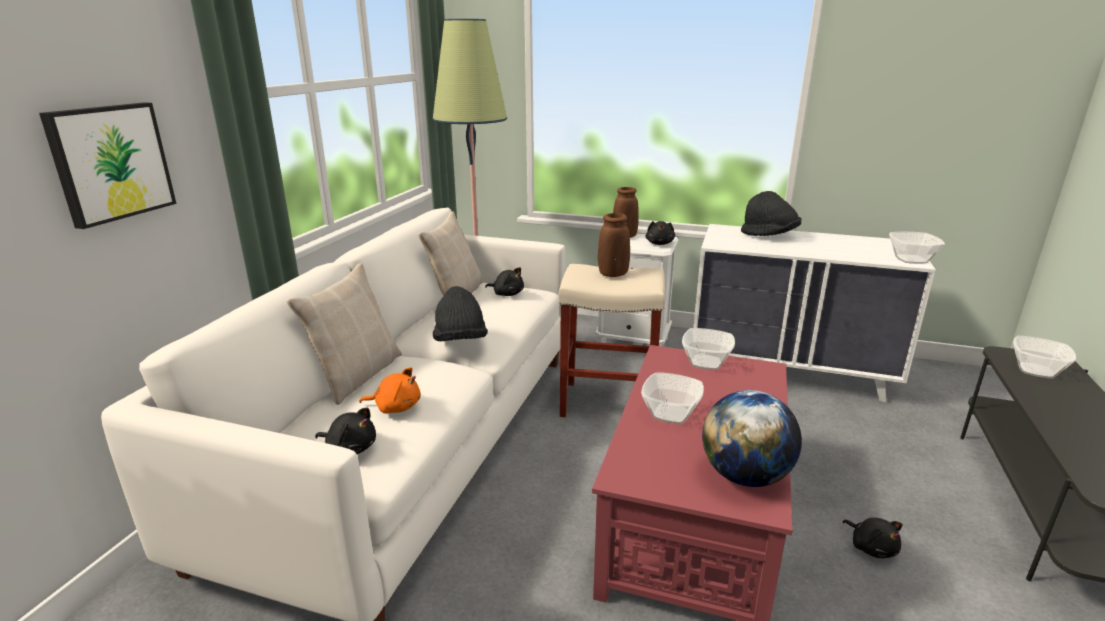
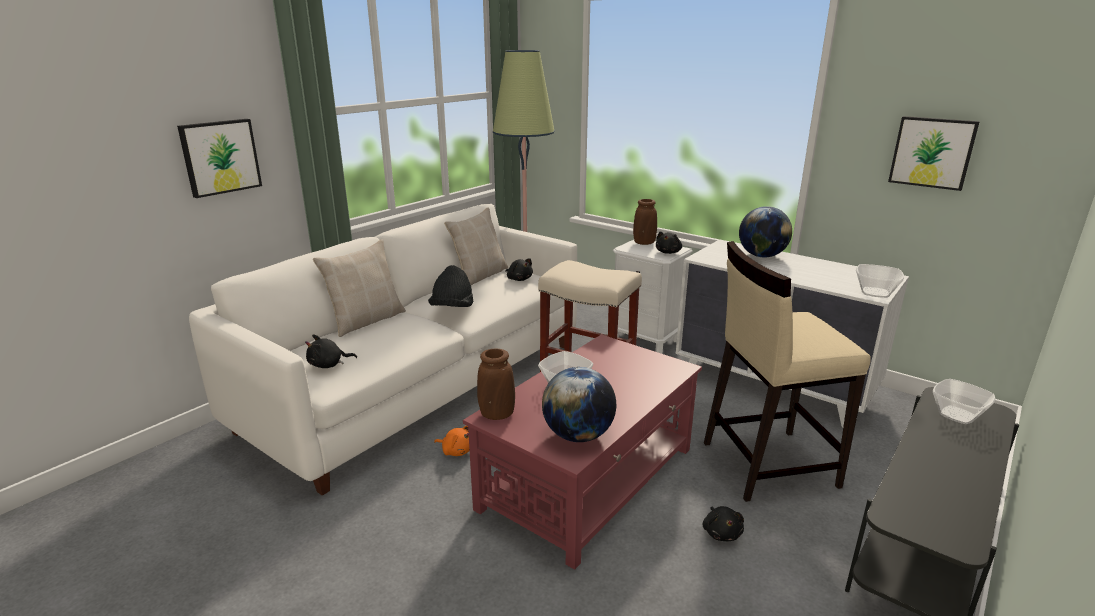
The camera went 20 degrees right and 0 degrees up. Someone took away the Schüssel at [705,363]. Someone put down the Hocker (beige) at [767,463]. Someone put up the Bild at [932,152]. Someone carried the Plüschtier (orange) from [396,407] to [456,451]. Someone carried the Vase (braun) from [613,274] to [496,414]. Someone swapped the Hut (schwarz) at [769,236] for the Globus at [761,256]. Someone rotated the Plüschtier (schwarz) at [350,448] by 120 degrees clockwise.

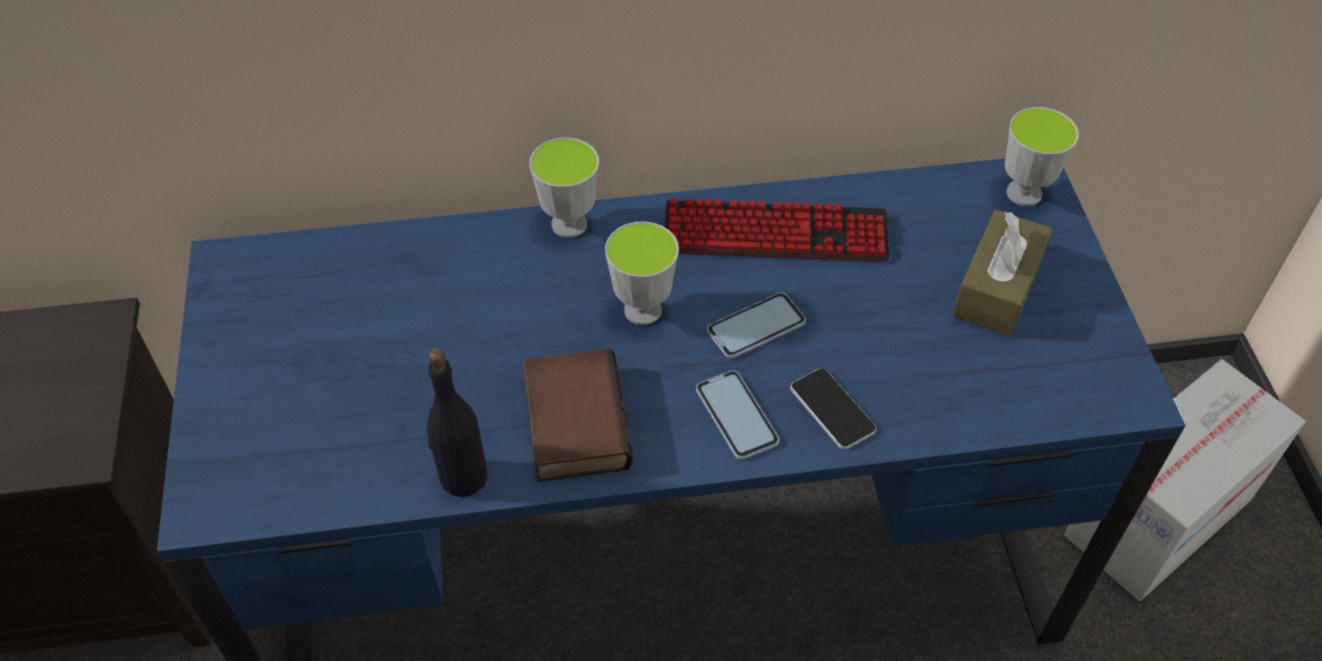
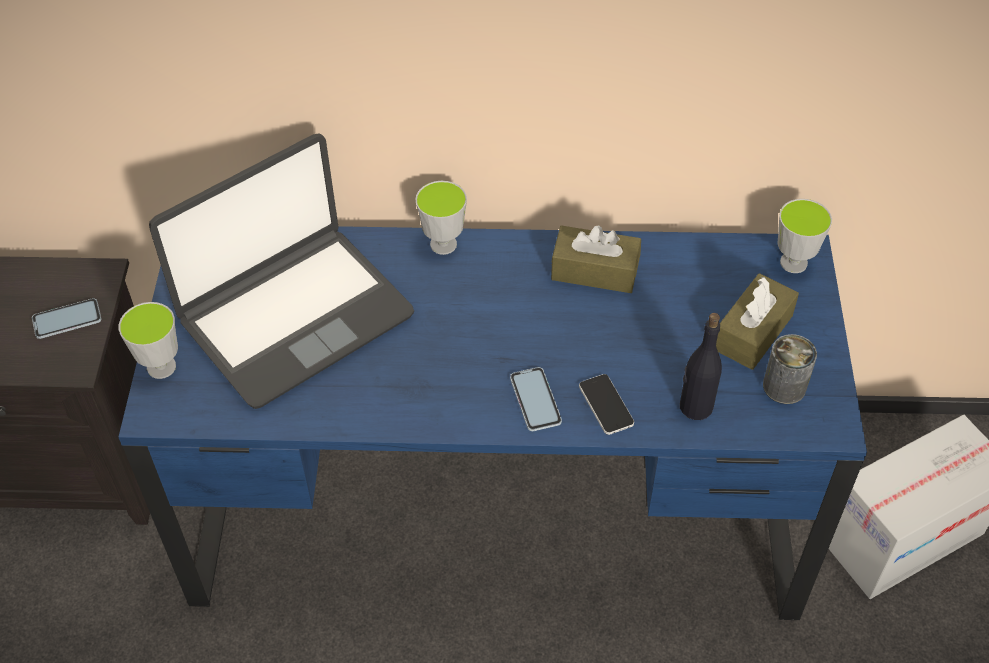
The camera went 10 degrees right and 0 degrees up. Someone took away the Buch at [572,421]. Someone put down the Laptop at [295,316]. Someone put down the Dose at [784,386]. Someone carried the Flasche (schwarz) from [463,477] to [695,406]. Someone carried the Tasse from [643,310] to [161,367]. Someone carried the Handy from [756,326] to [67,319]. Someone swapped the Tastatur at [775,234] for the Taschentuchbox (braun) at [595,271].

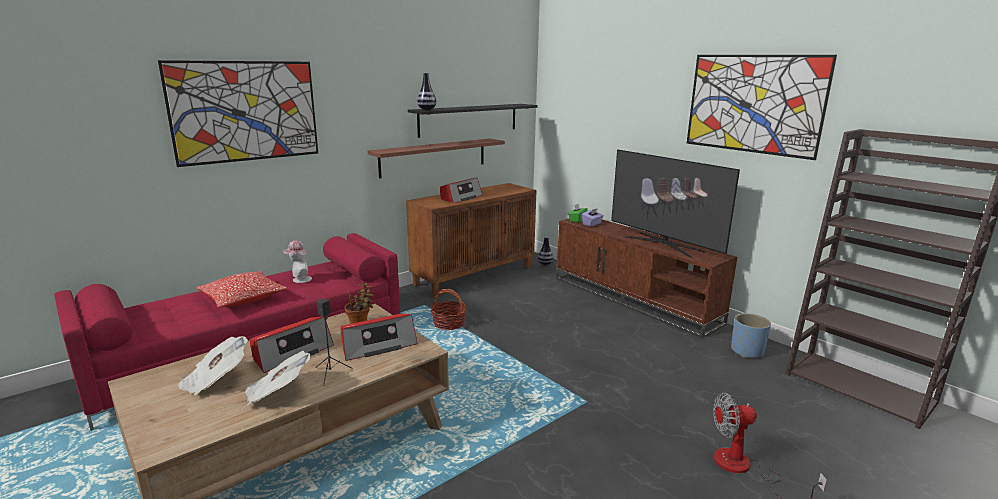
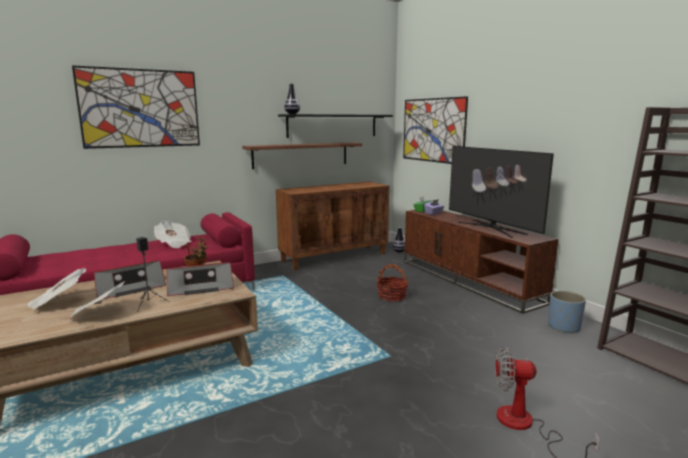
The camera went 10 degrees right and 5 degrees down. Someone took away the Kissen at [243,299]. Someone took away the Radio at [460,197]. Someone carried the Korb from [449,324] to [392,296]. Someone carried the Bild from [753,104] to [432,130]. Someone swapped the Hut at [299,280] for the Zeitung at [173,244].

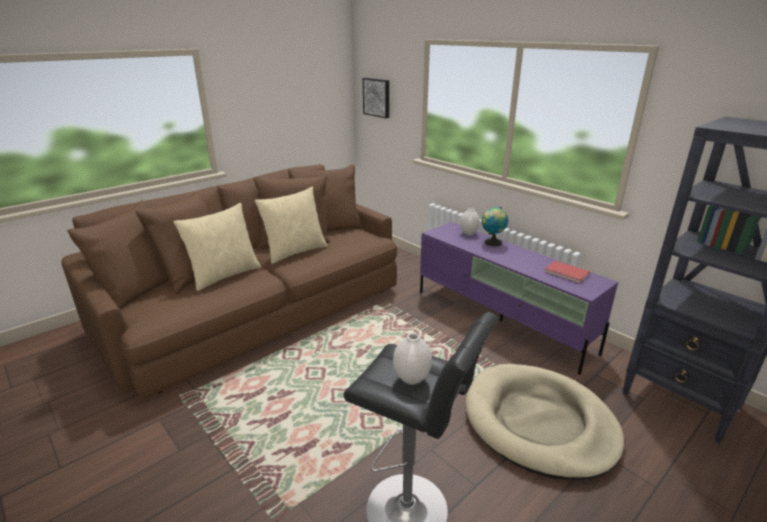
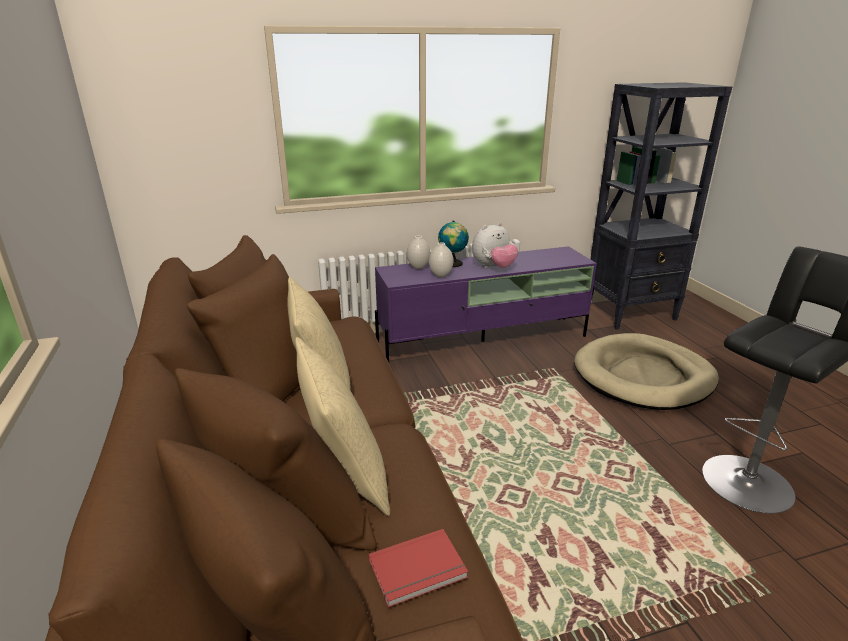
The camera went 65 degrees left and 0 degrees up. Someone took away the Bild at [377,97]. Someone put down the Plüschtier at [493,267]. Someone carried the Vase (weiß) from [412,379] to [440,275]. Someone carried the Buch (rot) from [566,273] to [419,571].

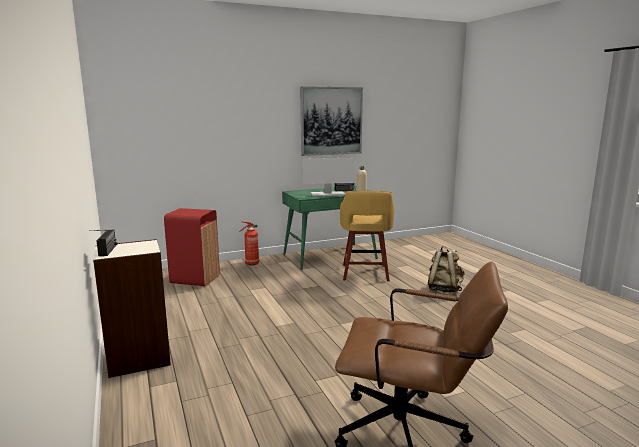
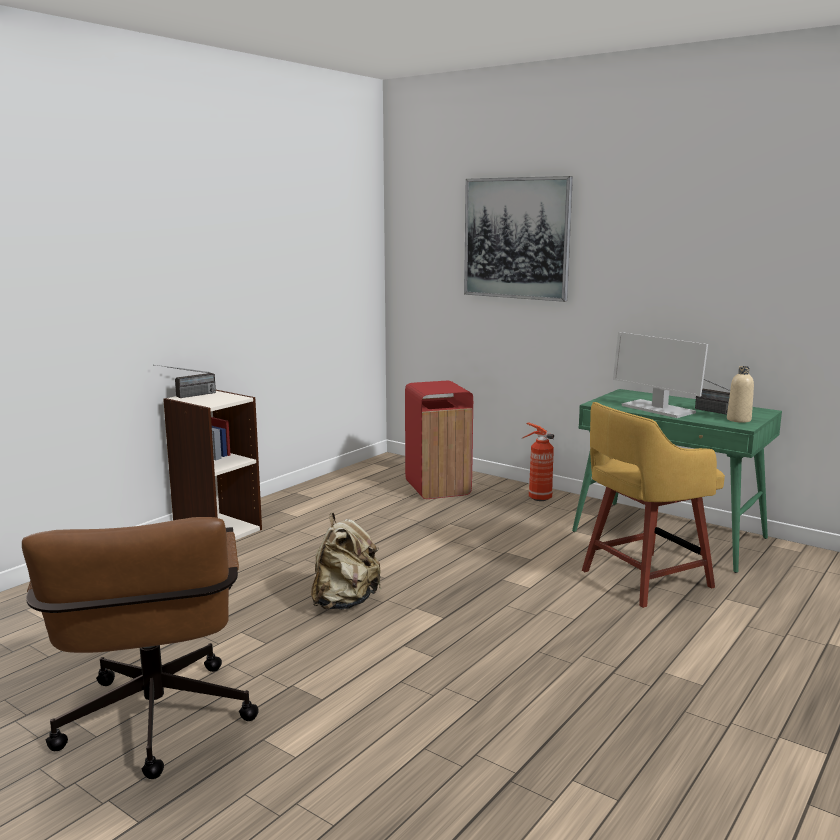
The camera went 60 degrees right and 0 degrees up. Someone carried the Bild from [331,121] to [516,238]. Someone carried the Rucksack (beige) from [444,289] to [345,602].

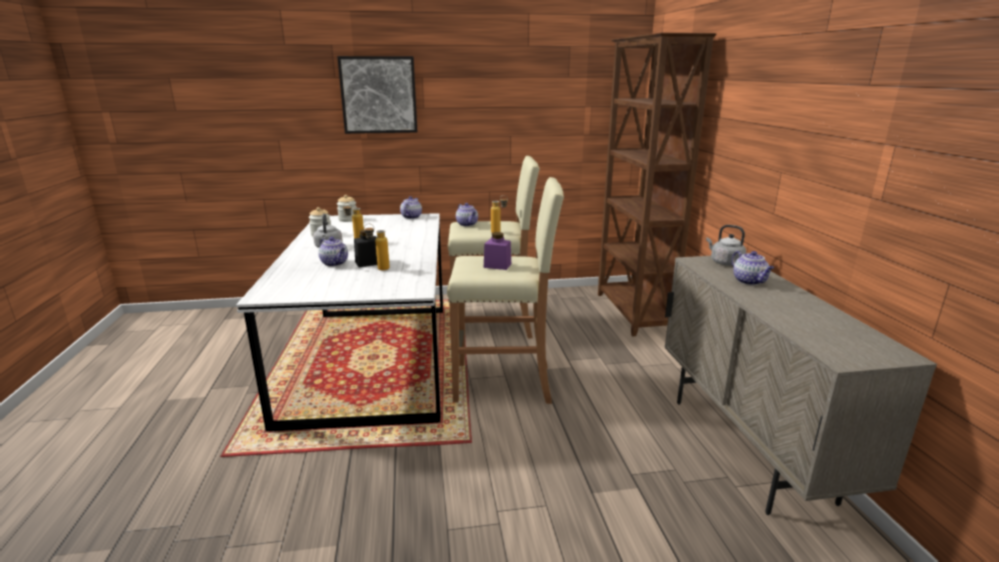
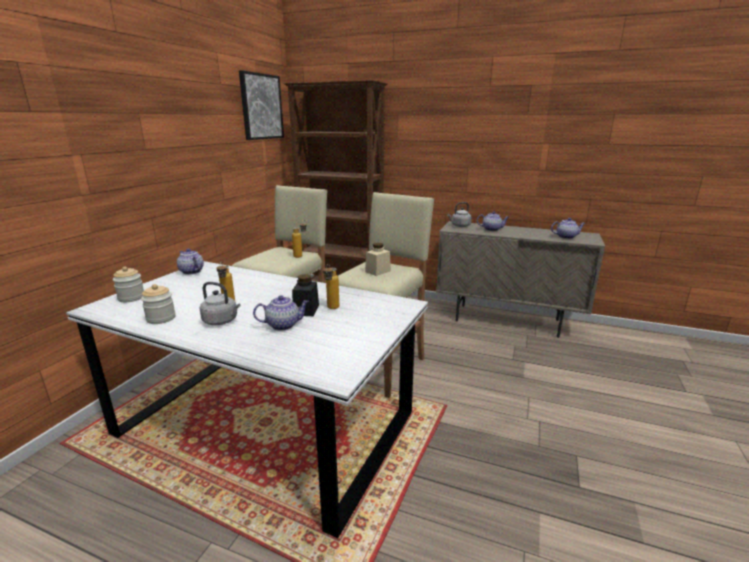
The camera went 60 degrees left and 0 degrees up. Someone carried the Bild from [378,95] to [261,107]. Someone carried the Teekanne from [467,224] to [566,237]. Someone repainted the Vorratsglas (lila) at [497,265], which became the Vorratsglas (beige) at [377,271].

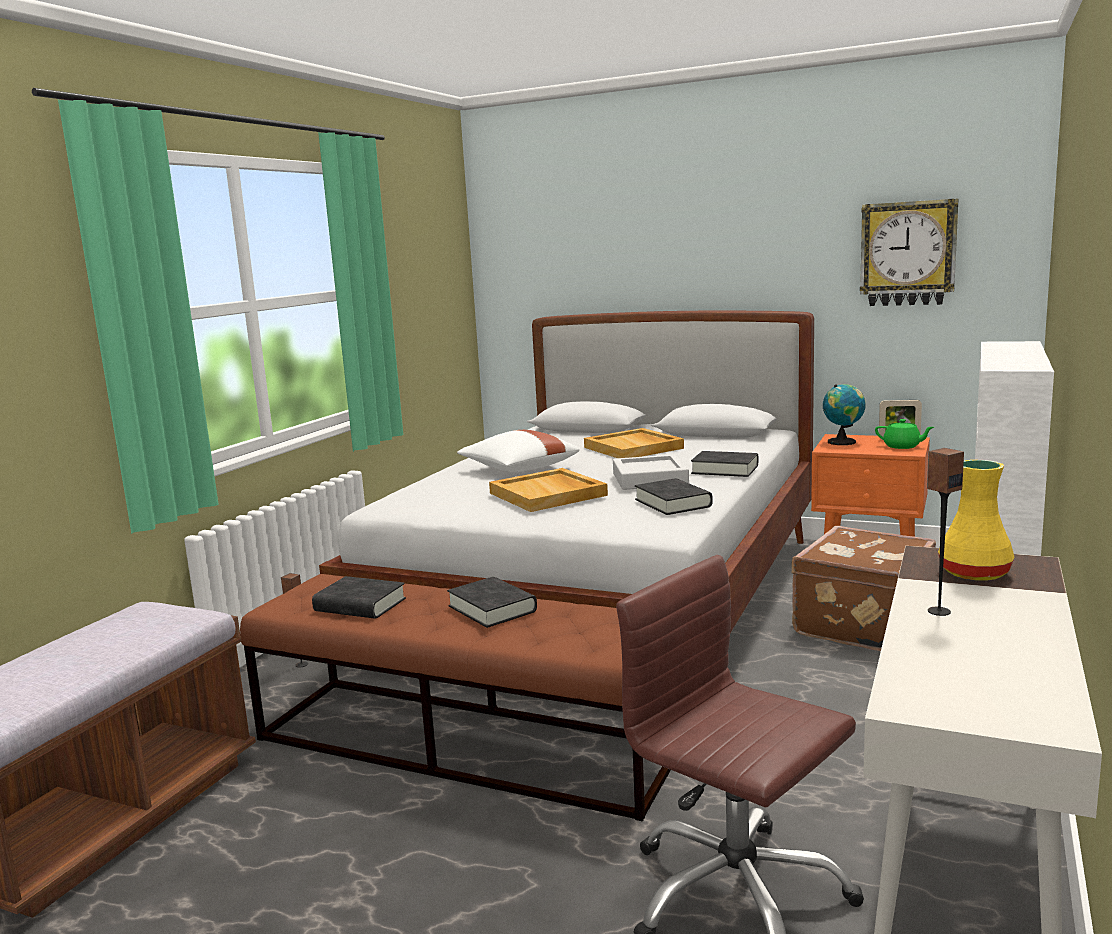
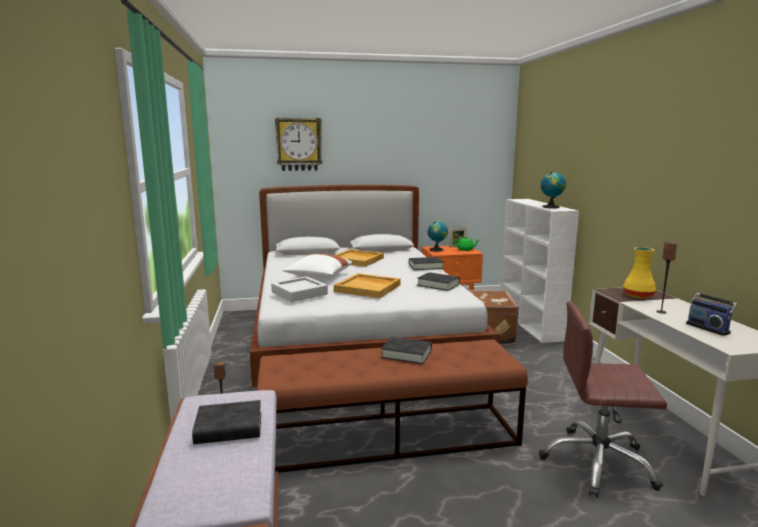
The camera went 35 degrees left and 0 degrees up. Someone put down the Globus at [551,207]. Someone put down the Radio at [708,328]. Someone carried the Buch (schwarz) from [360,605] to [229,428]. Someone carried the Tablett (grau) from [650,479] to [299,293]. Someone carried the Wanduhr from [908,253] to [299,144].

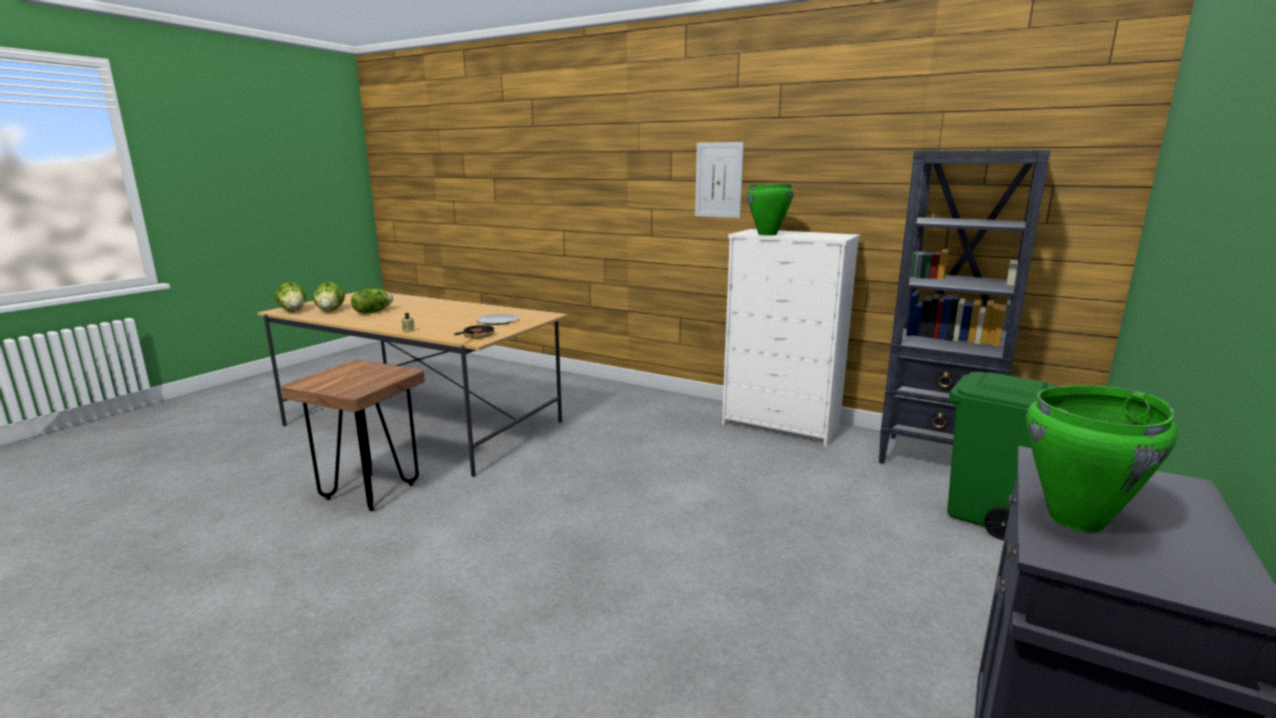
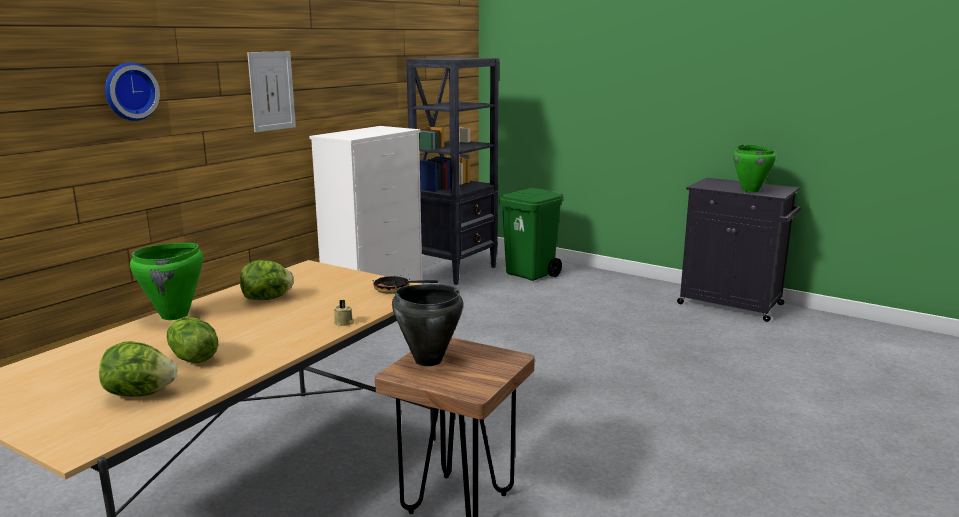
The camera went 85 degrees left and 0 degrees up. Someone took away the Teller at [496,321]. Someone put up the Wanduhr at [129,91]. Someone put down the Kochtopf (schwarz) at [428,360]. Someone carried the Salatkopf from [293,310] to [267,299]. Someone carried the Kochtopf (grün) from [767,234] to [175,315].

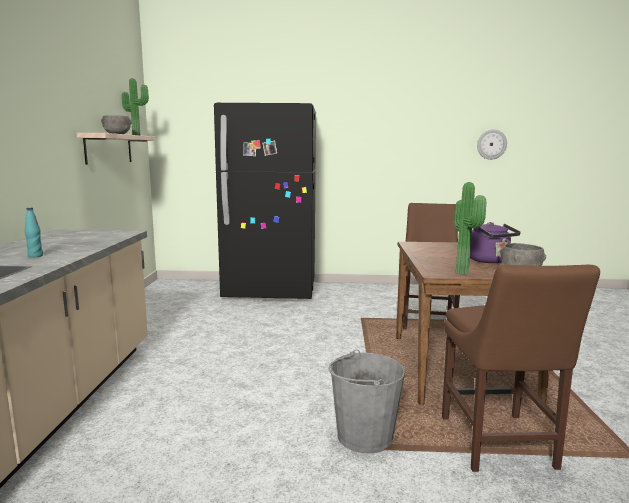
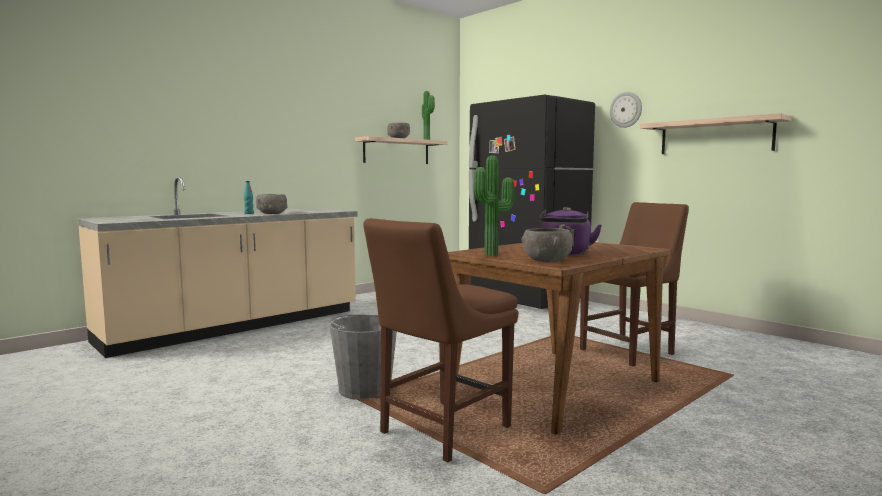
The camera went 45 degrees right and 5 degrees down. Someone put down the Schüssel (grau) at [272,213]. Someone put up the Wandregal at [715,136]. Someone carried the Wanduhr from [491,144] to [626,109].

